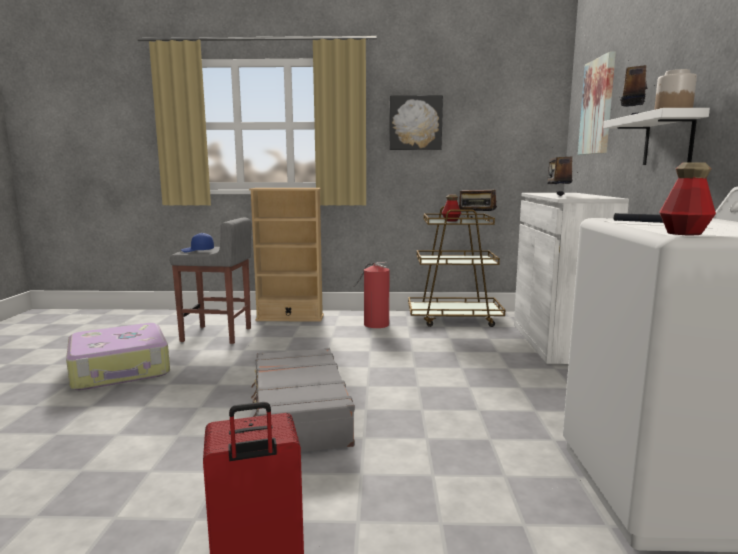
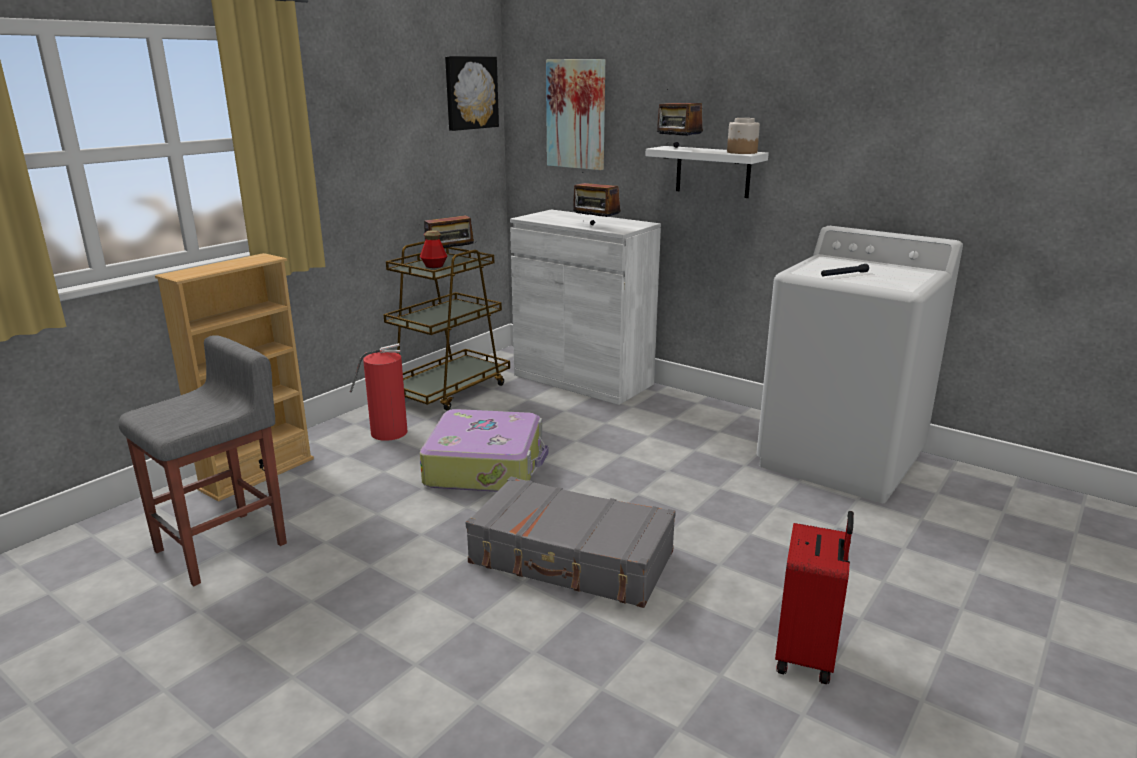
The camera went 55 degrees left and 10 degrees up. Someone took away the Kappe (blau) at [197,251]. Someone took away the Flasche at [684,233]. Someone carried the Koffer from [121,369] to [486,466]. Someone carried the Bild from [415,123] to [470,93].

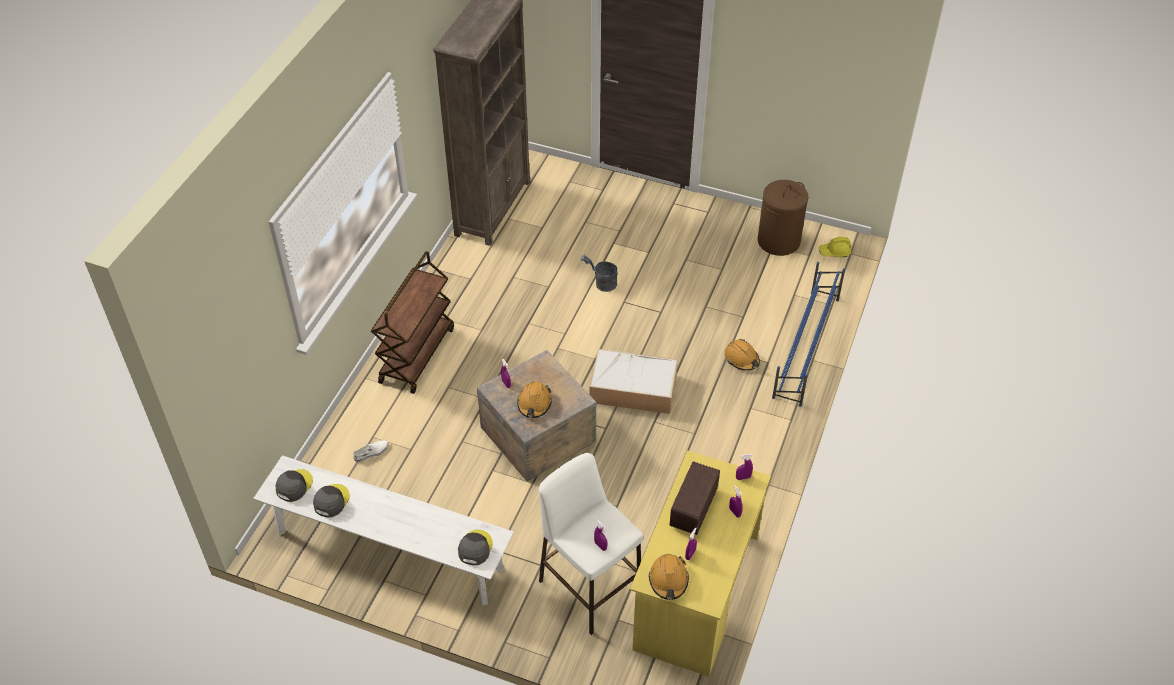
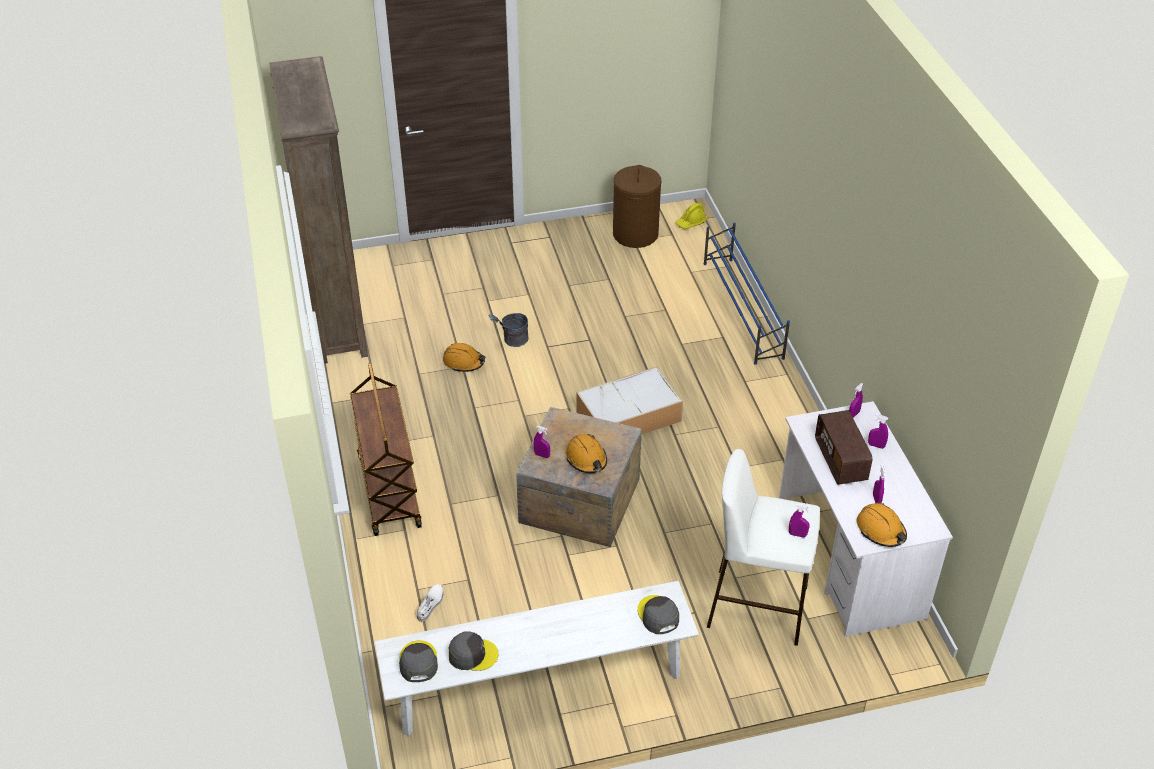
The camera went 35 degrees left and 5 degrees down. Someone carried the Schutzhelm (orange) from [742,359] to [464,362]. Someone repainted the Schreibtisch (gelb) at [696,593], which became the Schreibtisch (weiß) at [849,557]. Someone rotated the Kappe (grau) at [331,501] by 105 degrees clockwise.

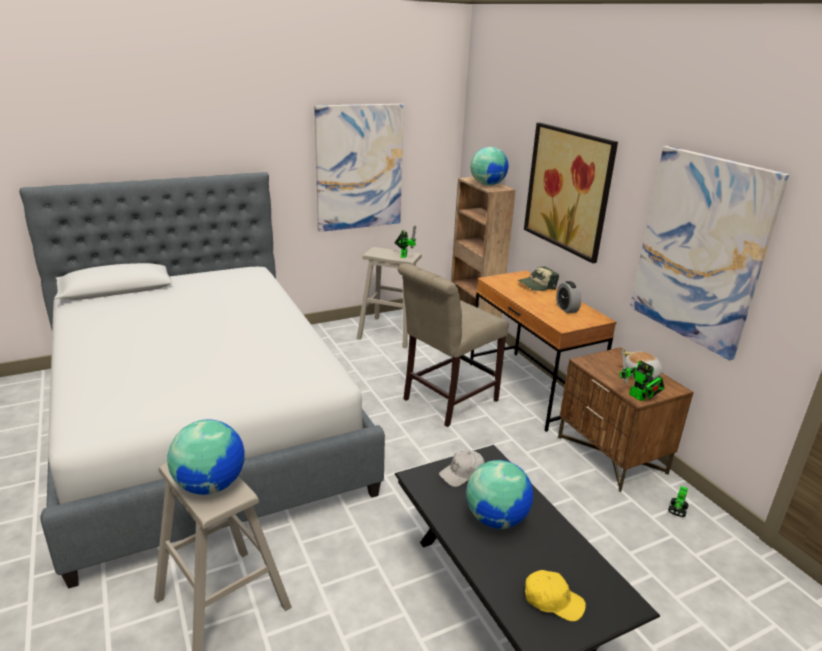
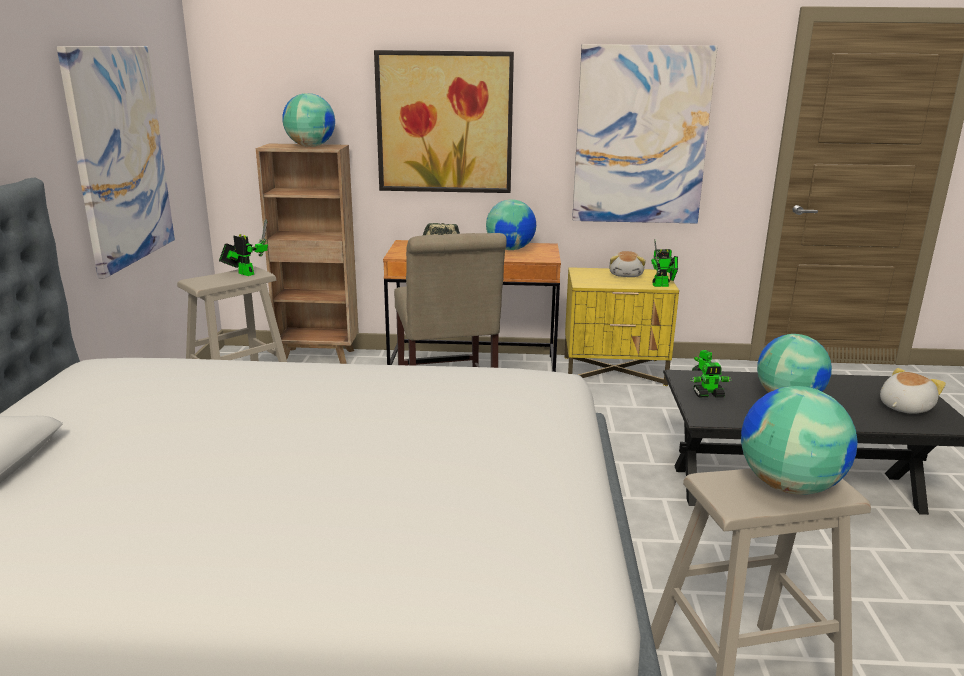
The camera went 60 degrees left and 5 degrees down. Someone swapped the Kappe (weiß) at [462,473] for the Spielzeugroboter at [708,395]. Someone swapped the Kappe (gelb) at [552,600] for the Plüschtier at [903,407]. Someone swapped the Wecker at [566,309] for the Globus at [510,249]. Someone repainted the Nachttisch (braun) at [611,455], which became the Nachttisch (gelb) at [614,371].

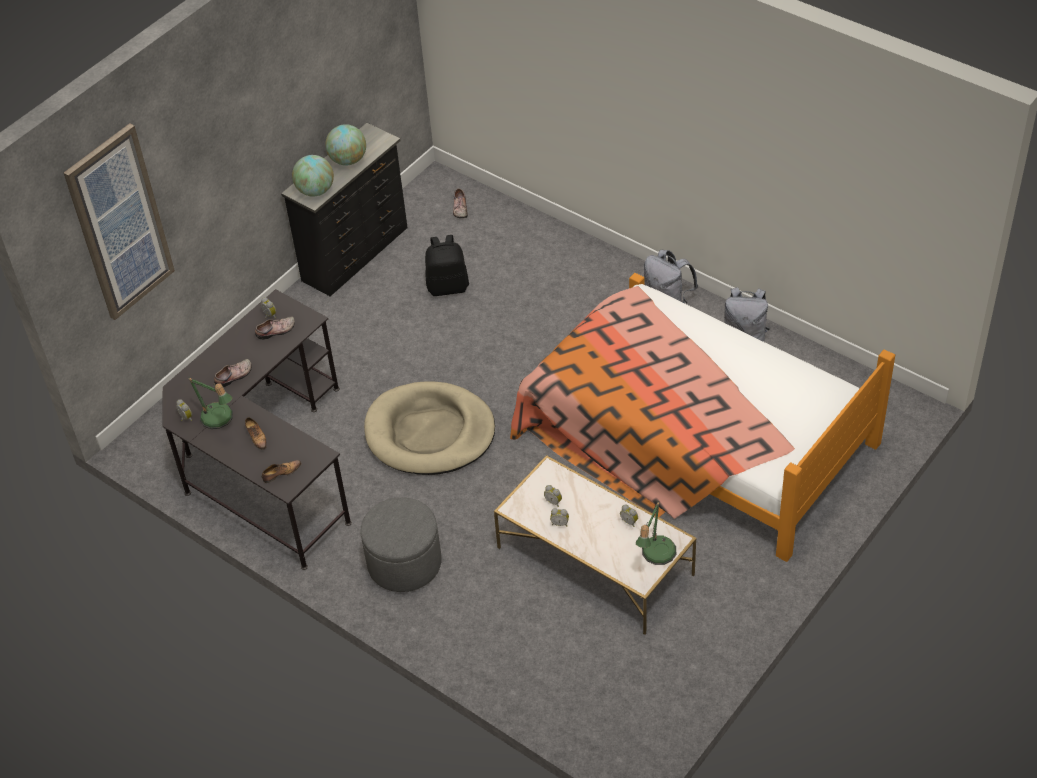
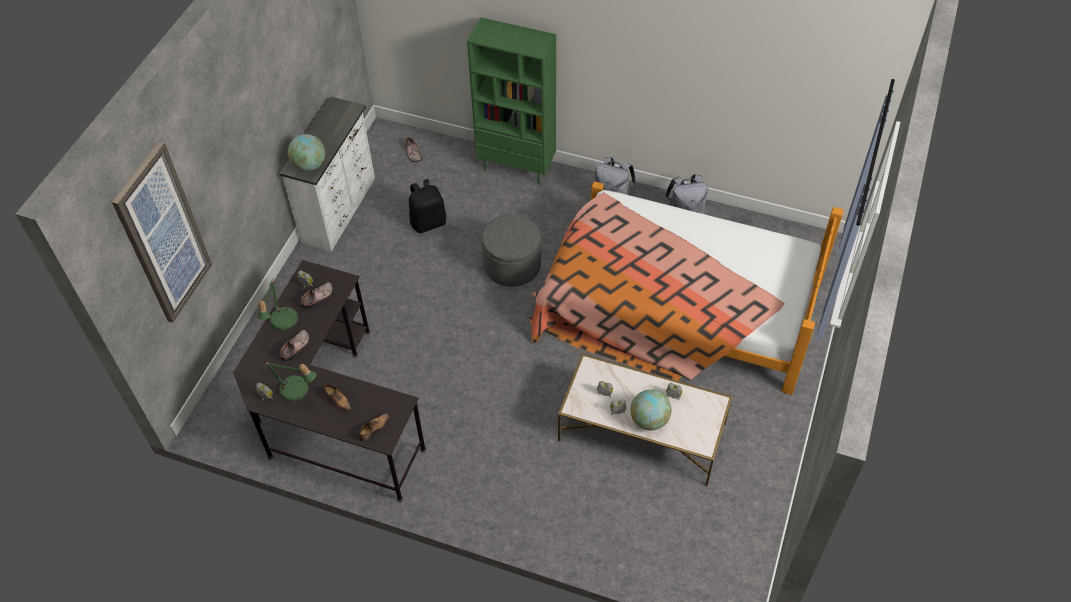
The camera went 20 degrees left and 5 degrees up. Someone took away the Hundebett (beige) at [430,433]. Someone put down the Bücherregal (grün) at [517,167]. Someone carried the Globus from [348,160] to [649,420]. Someone carried the Polsterhocker (grau) from [404,563] to [512,265]. Someone carried the Tischlampe from [656,555] to [282,324]. Someone repainted the Kommode (schwarz) at [357,254], which became the Kommode (weiß) at [340,210].

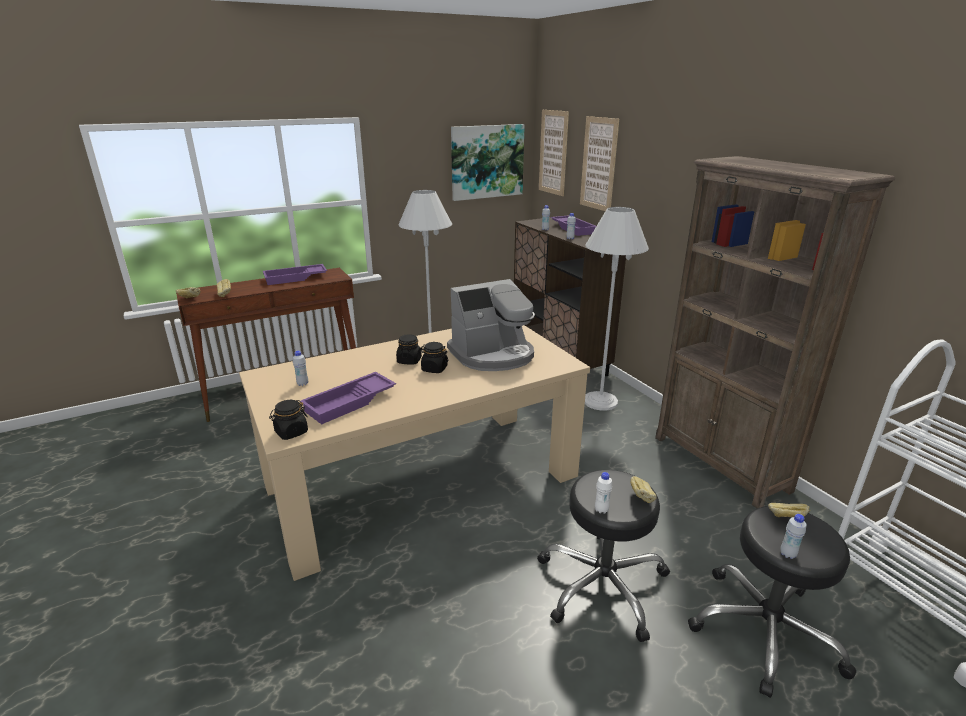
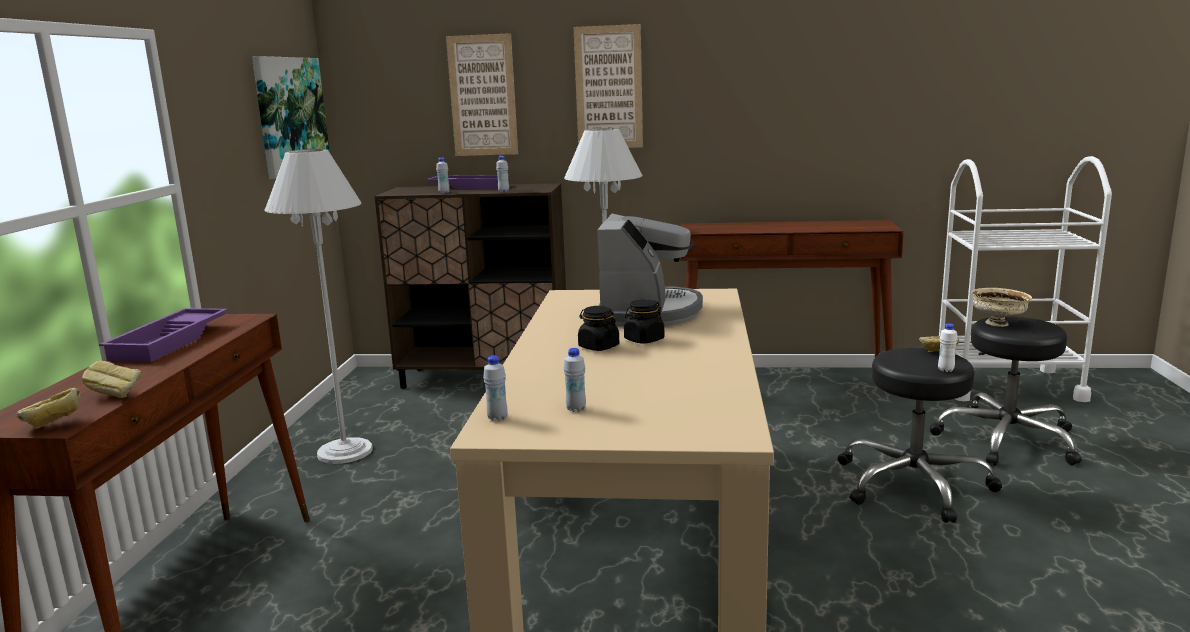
The camera went 55 degrees left and 10 degrees down. Someone took away the Vorratsglas (schwarz) at [291,432]. Someone took away the Tablett (lila) at [350,403]. Someone carried the Bild from [553,152] to [608,88]. Someone carried the Flasche (weiß) from [787,554] to [497,418]. Someone swapped the Bücherregal (braun) at [720,464] for the Konsolentisch (braun) at [783,379]. Someone swapped the Brot at [785,519] for the Schüssel (beige) at [998,323].

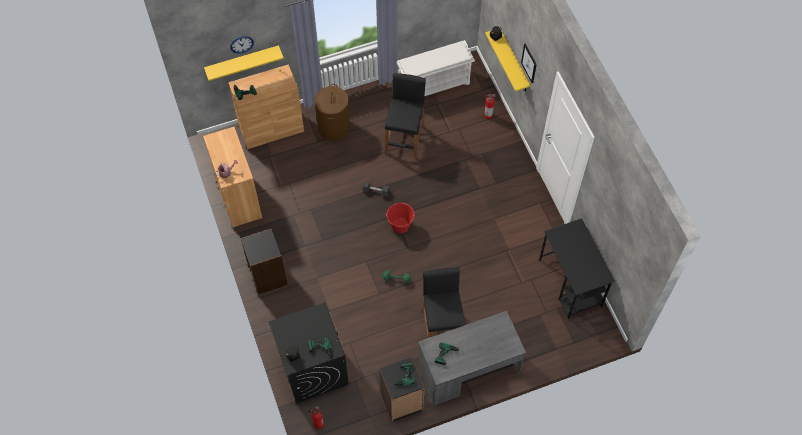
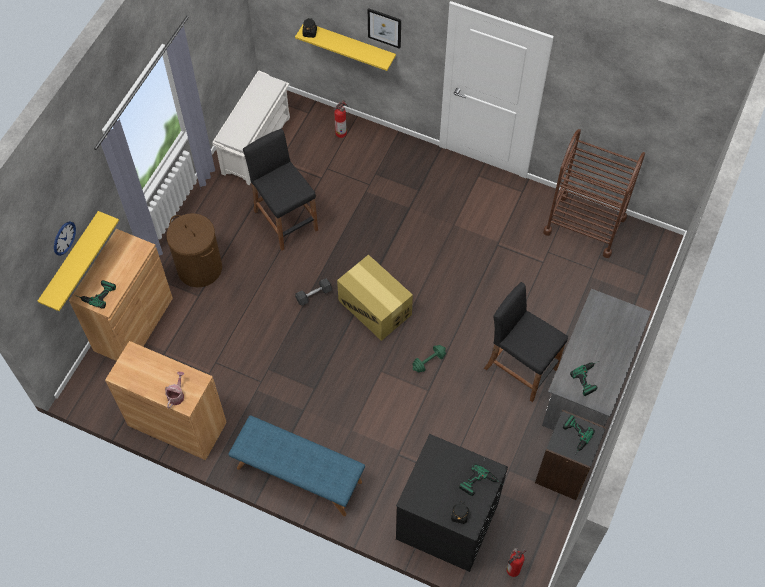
The camera went 45 degrees left and 0 degrees up. Someone swapped the Bücherregal (schwarz) at [267,276] for the Bank (blau) at [298,475]. Someone swapped the Eimer (rot) at [400,226] for the Karton at [375,307]. Someone swapped the Schreibtisch (schwarz) at [570,283] for the Rollwagen (braun) at [584,225].

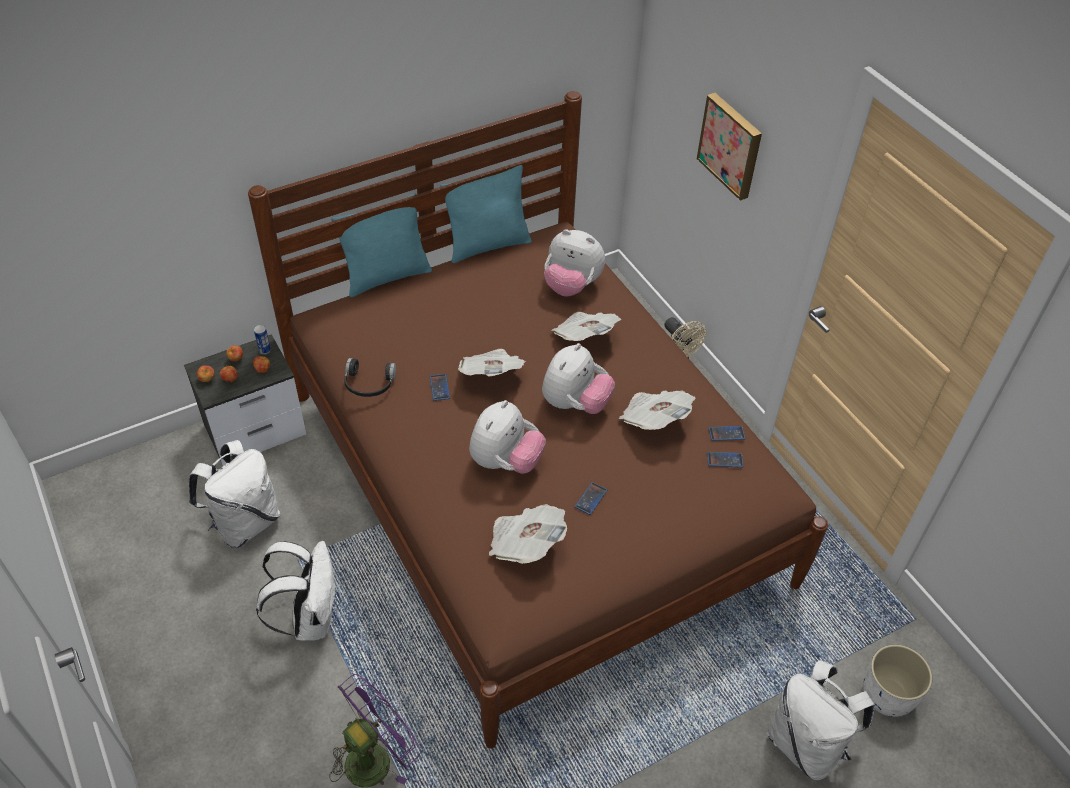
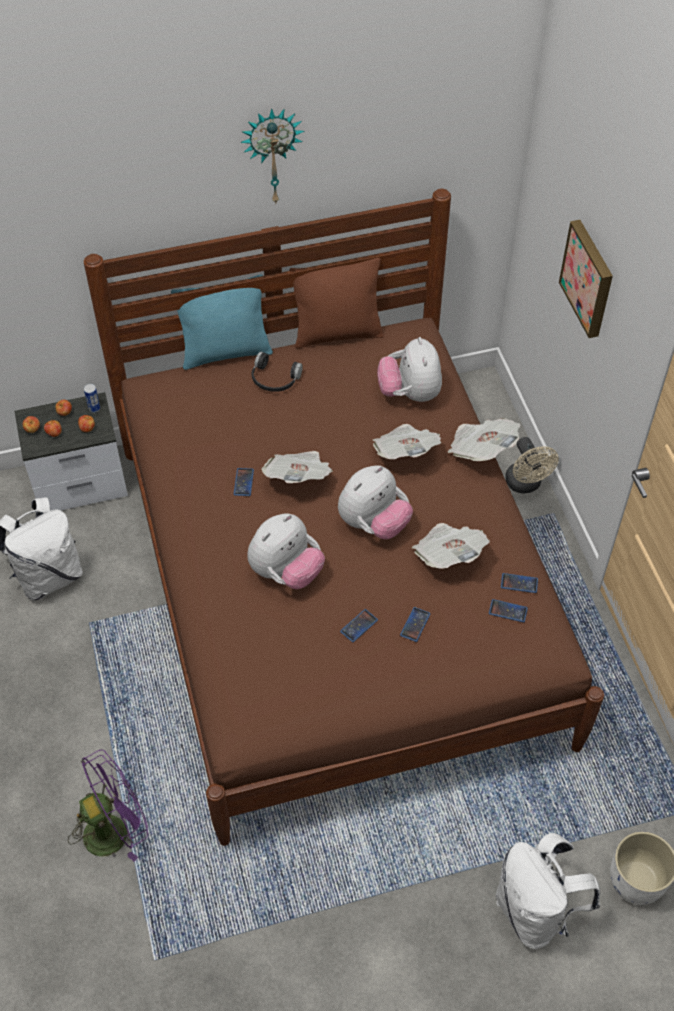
The camera went 15 degrees right and 5 degrees up. Someone took away the Rucksack (weiß) at [310,618]. Someone put up the Wanduhr at [272,155]. Someone put down the Handy at [415,624]. Someone carried the Kopfhörer (schwarz) from [369,384] to [274,379]. Someone carried the Zeitung from [525,544] to [481,450]. Someone repainted the Kissen (türkis) at [488,245], which became the Kissen (braun) at [337,334]. Someone rotated the Plüschtier at [571,285] by 45 degrees clockwise.

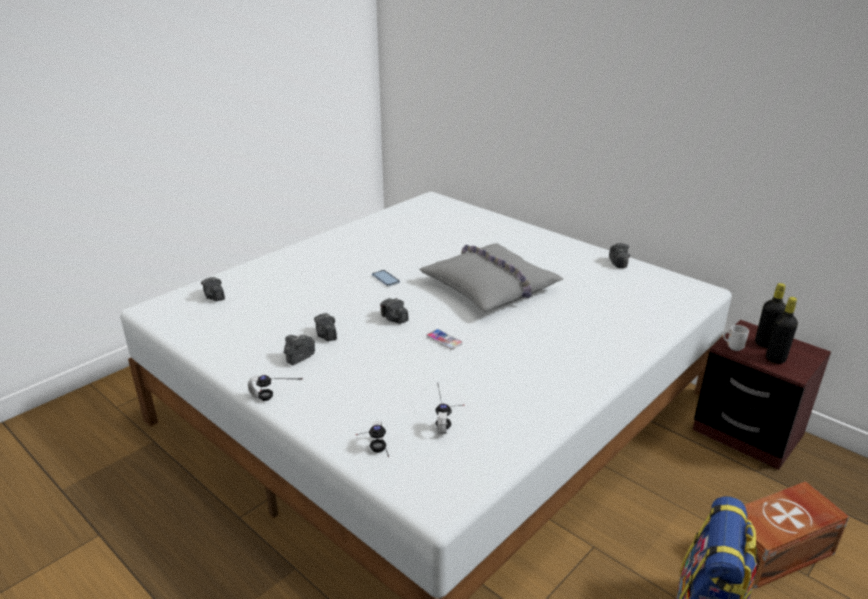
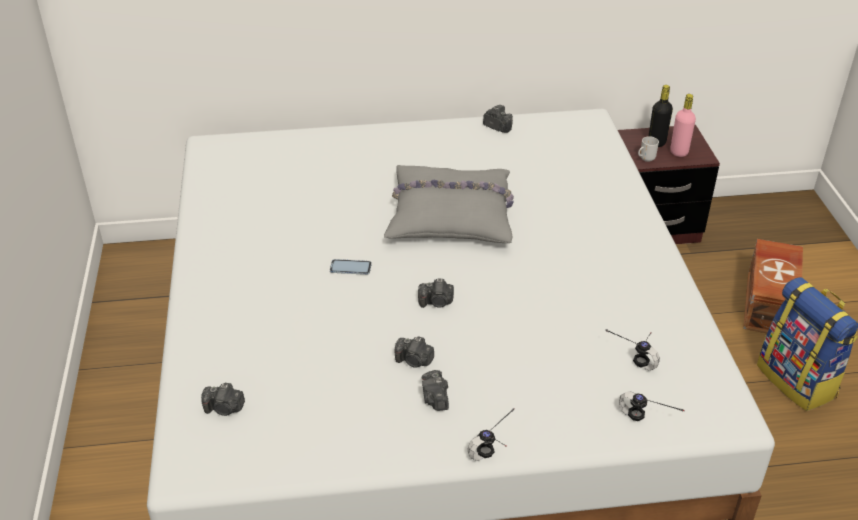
The camera went 50 degrees left and 10 degrees up. Someone took away the Handy at [444,340]. Someone repainted the Flasche (schwarz) at [775,359], which became the Flasche (rosa) at [679,152].

